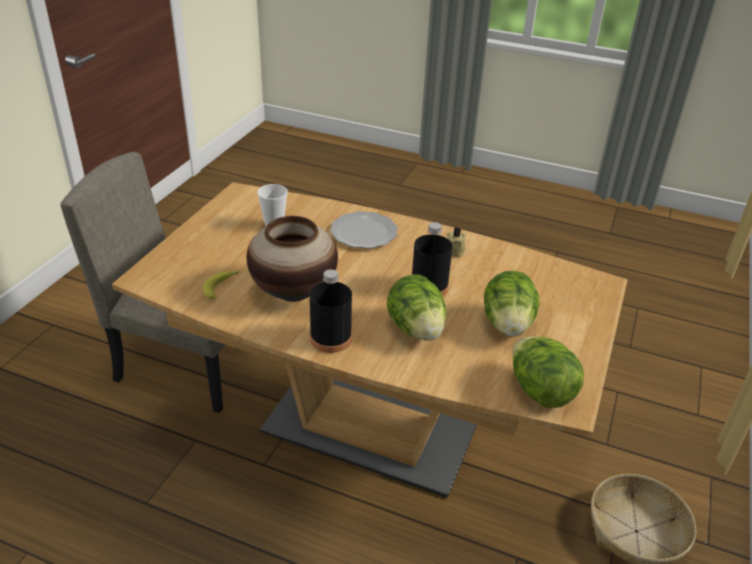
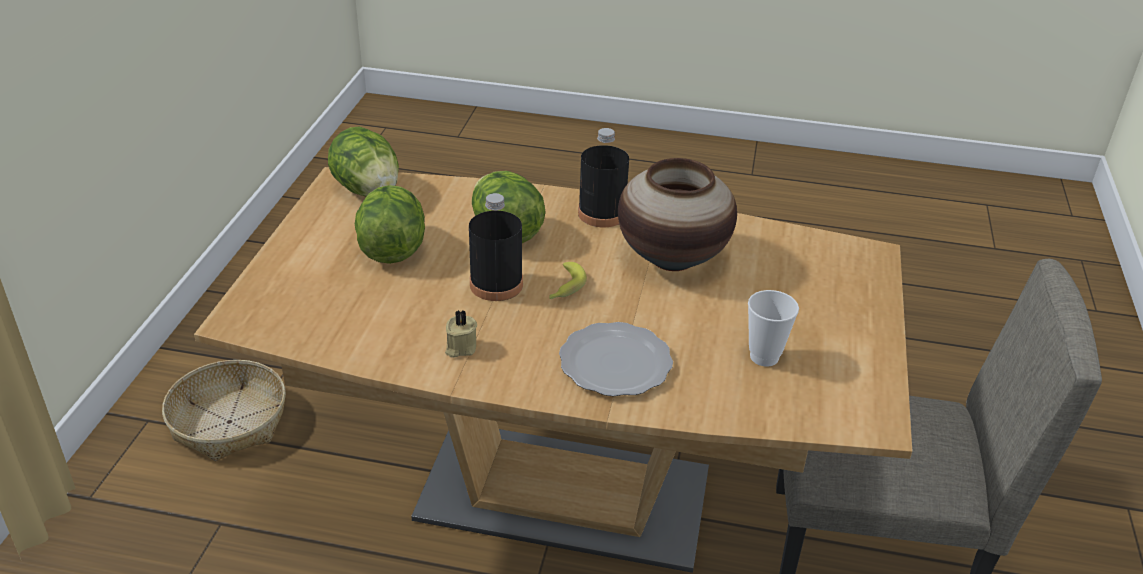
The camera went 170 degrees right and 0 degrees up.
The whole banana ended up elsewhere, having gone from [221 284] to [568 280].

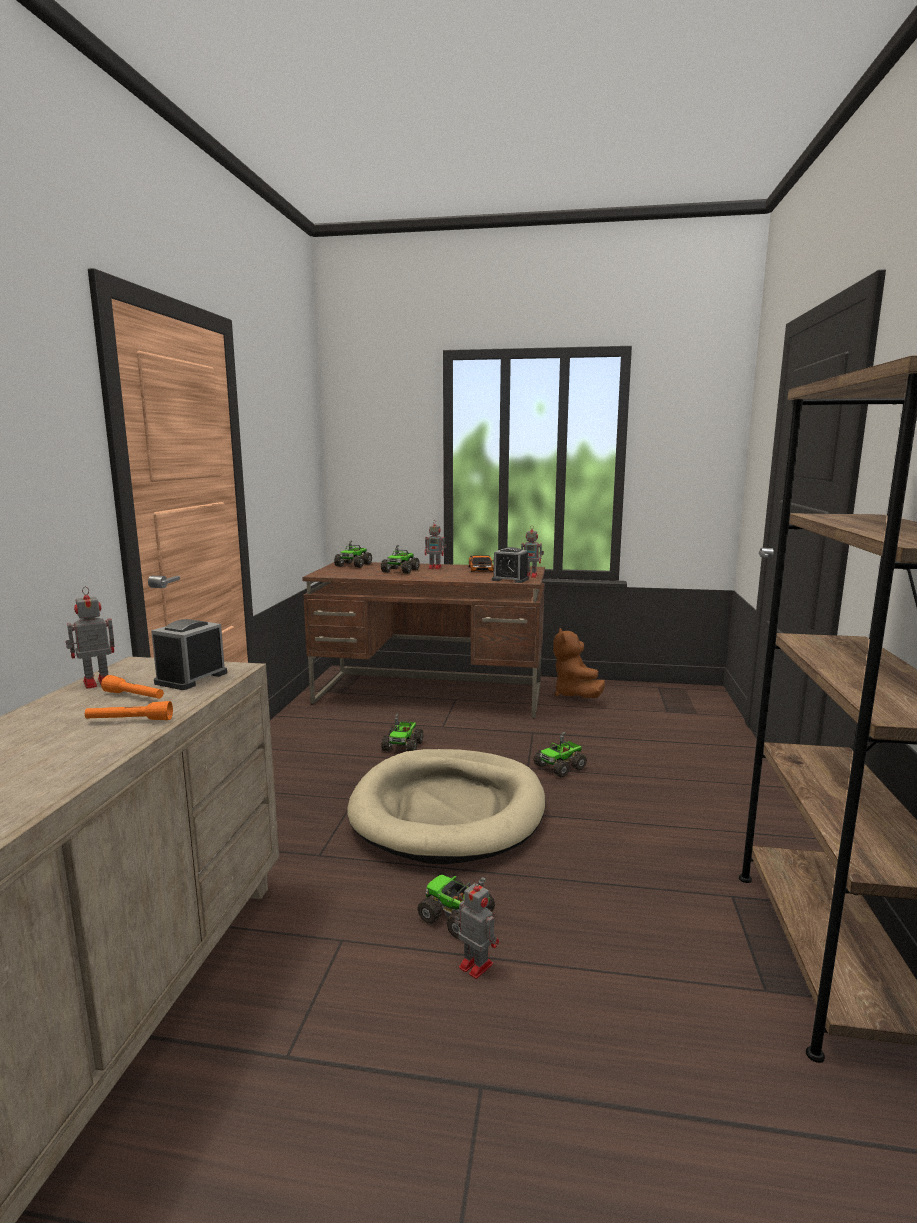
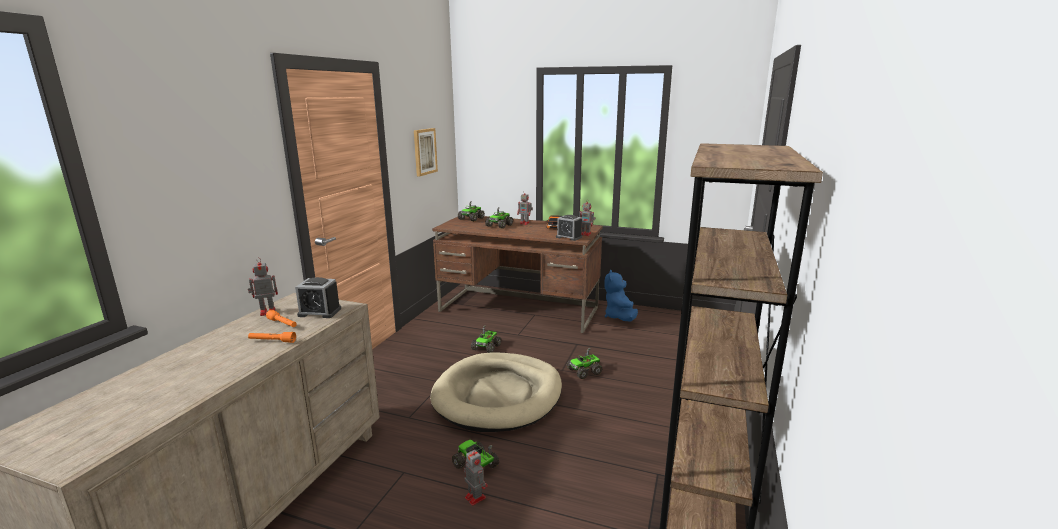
The camera went 10 degrees right and 5 degrees up.
The table clock at [189 654] ended up facing another way, 120 degrees counterclockwise from before.
The second view gained the picture at [426 152].
What was the soft toy in brown at [579 663] turned into the soft toy in bluish at [621 295].

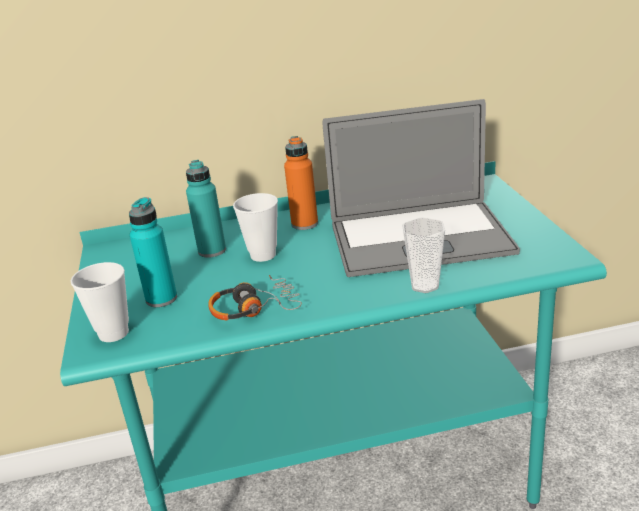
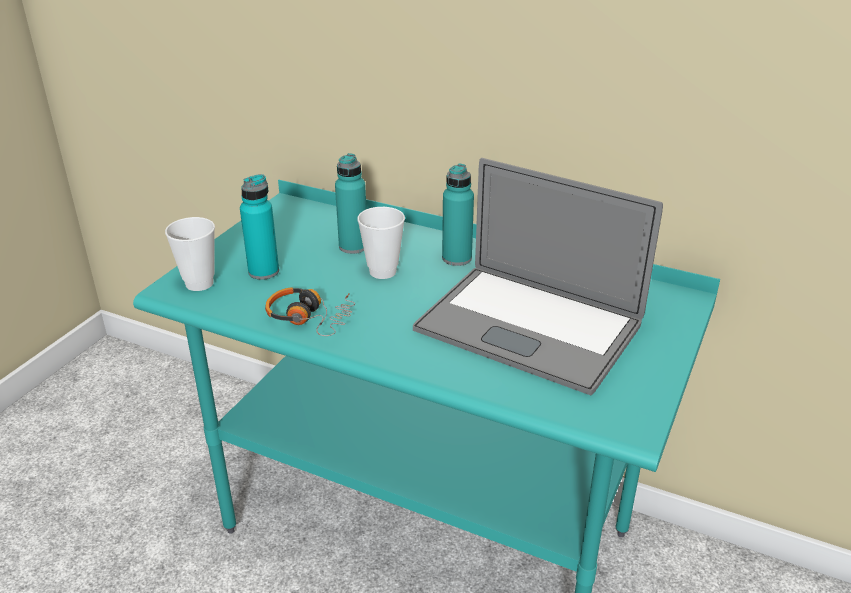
The camera went 35 degrees right and 5 degrees up.
What was the beverage bottle in orange-coloured at [301 183] turned into the beverage bottle in blue-green at [458 215].
The second view lost the small cup at [423 255].

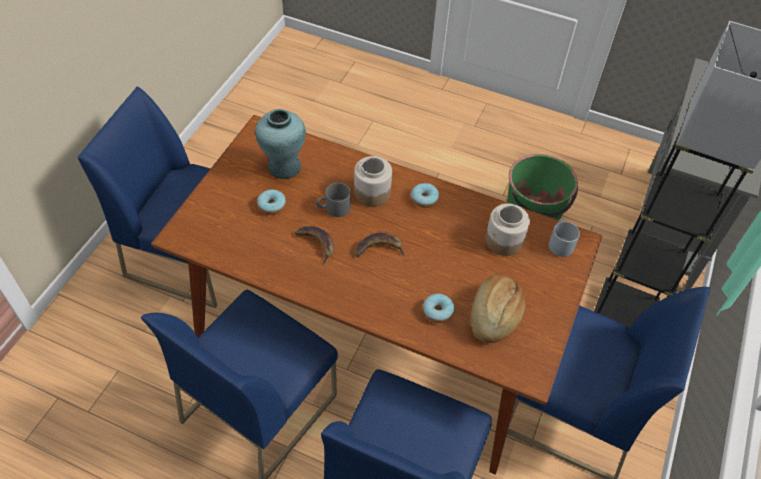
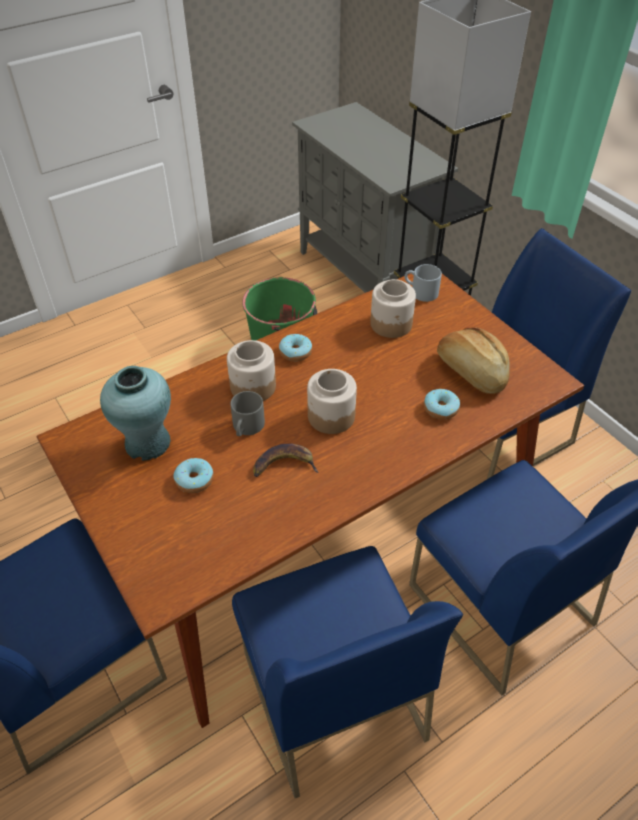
The camera went 55 degrees left and 5 degrees down.
Where the whole banana stood at [380 245], the jar came to stand at [332 401].

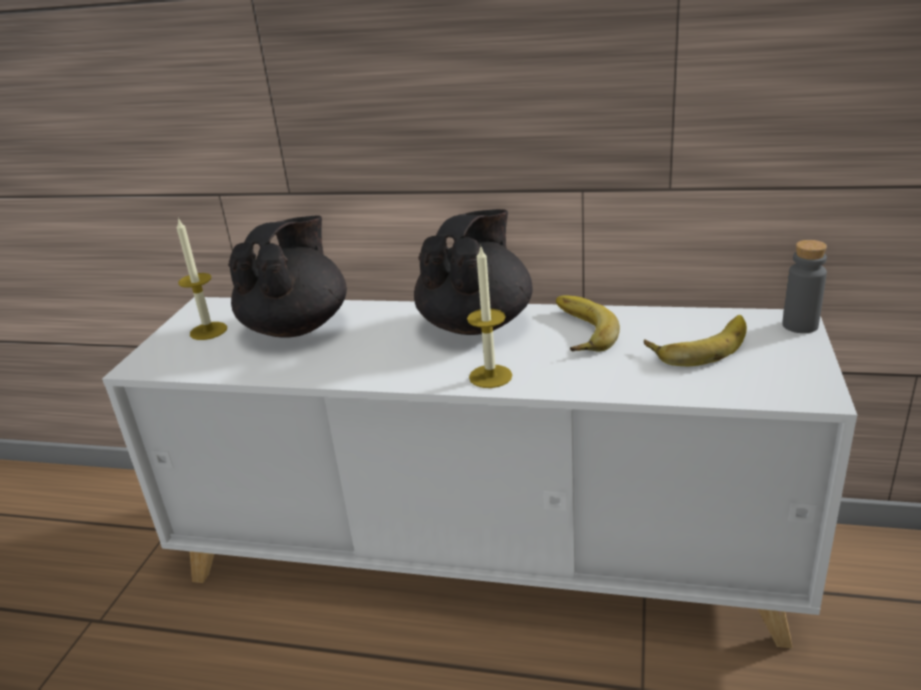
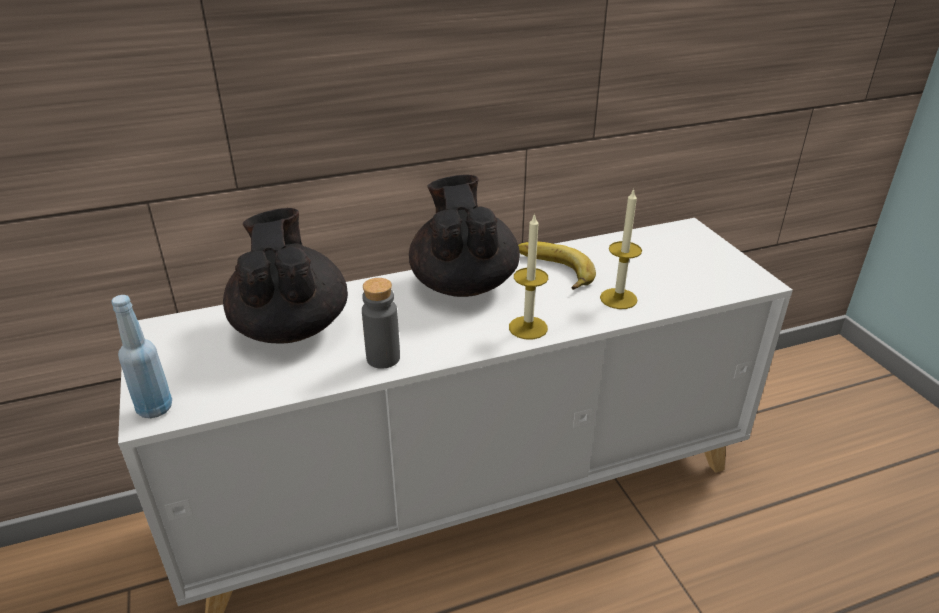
The camera went 35 degrees left and 5 degrees up.
The second view gained the beverage bottle in bluish at [141 356].
The beverage bottle in grey ended up elsewhere, having gone from [804 286] to [381 323].
The wax candle ended up elsewhere, having gone from [202 278] to [621 248].
The second view lost the whole banana at [695 340].

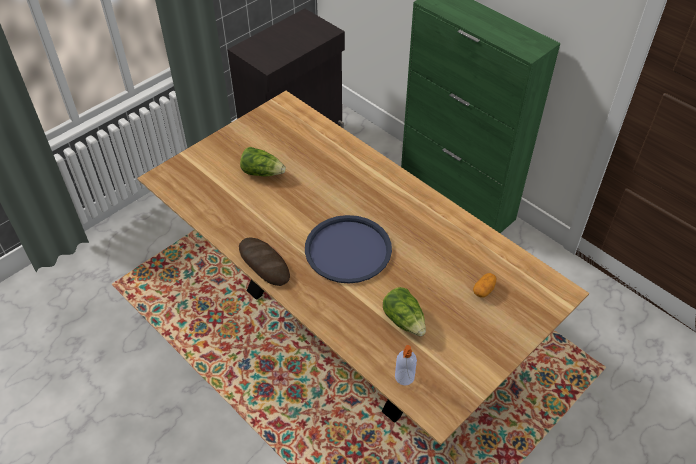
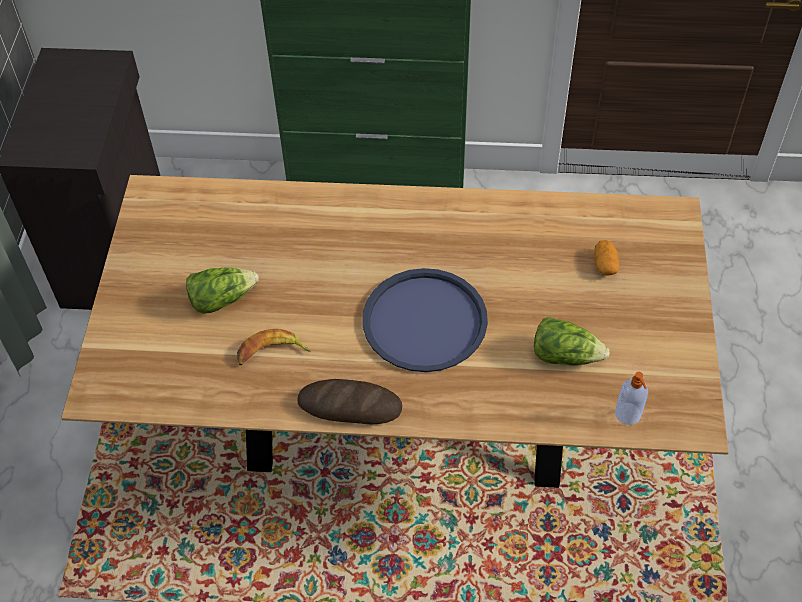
The camera went 40 degrees left and 5 degrees up.
The second view gained the whole banana at [274 347].

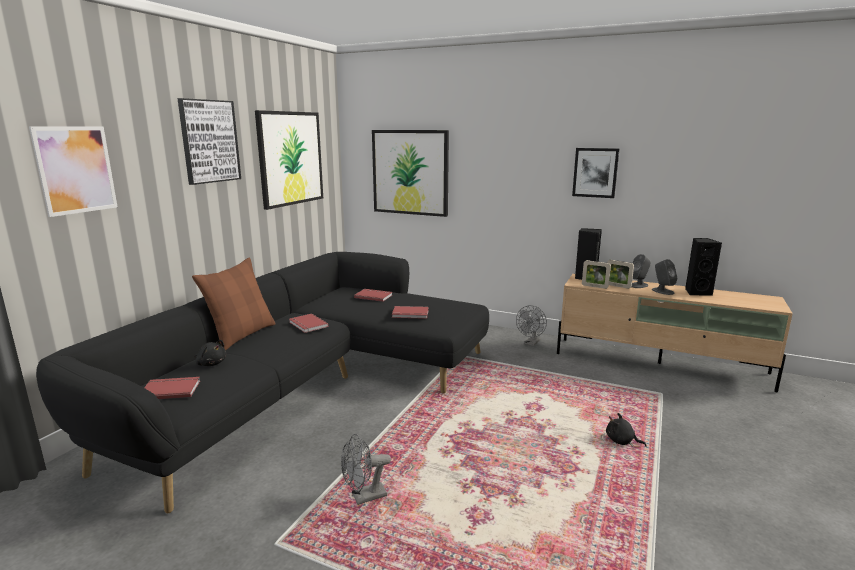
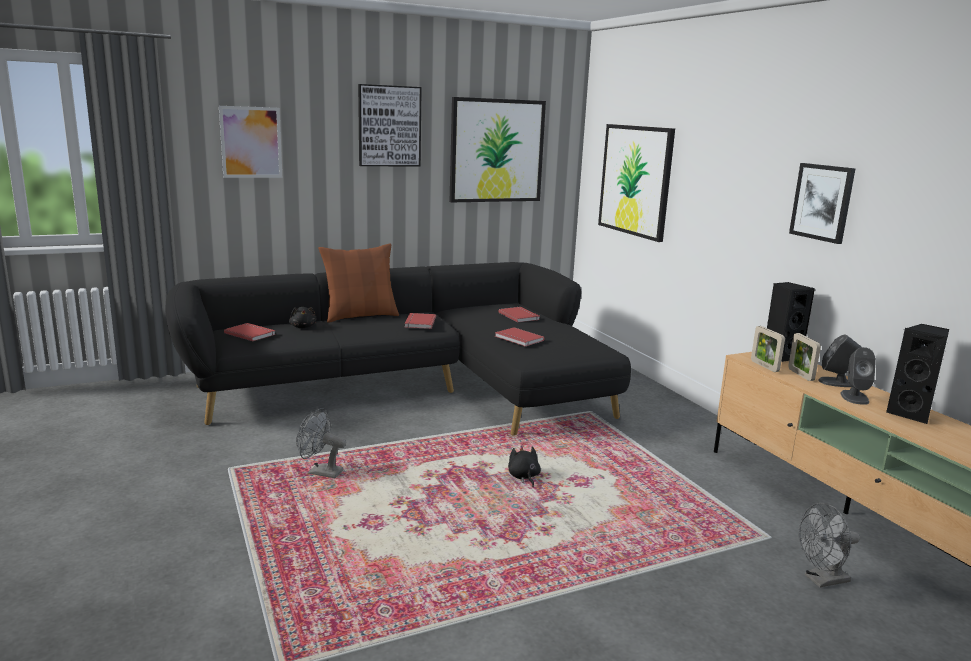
The camera went 40 degrees right and 0 degrees up.
The soft toy in black ended up elsewhere, having gone from [626 430] to [524 466].
The electric fan in grey ended up elsewhere, having gone from [531 325] to [829 545].

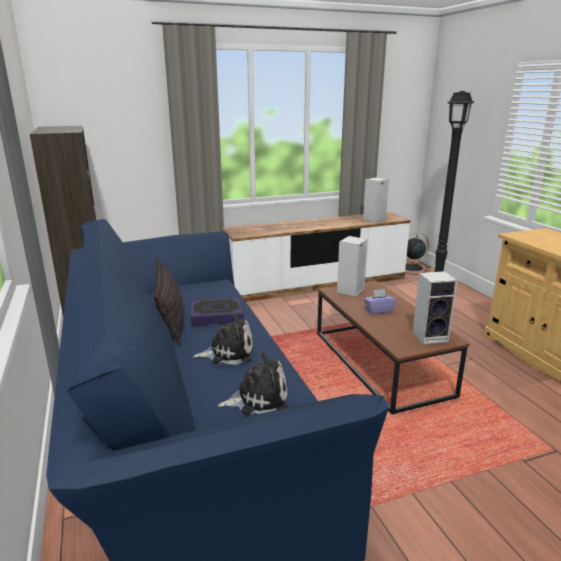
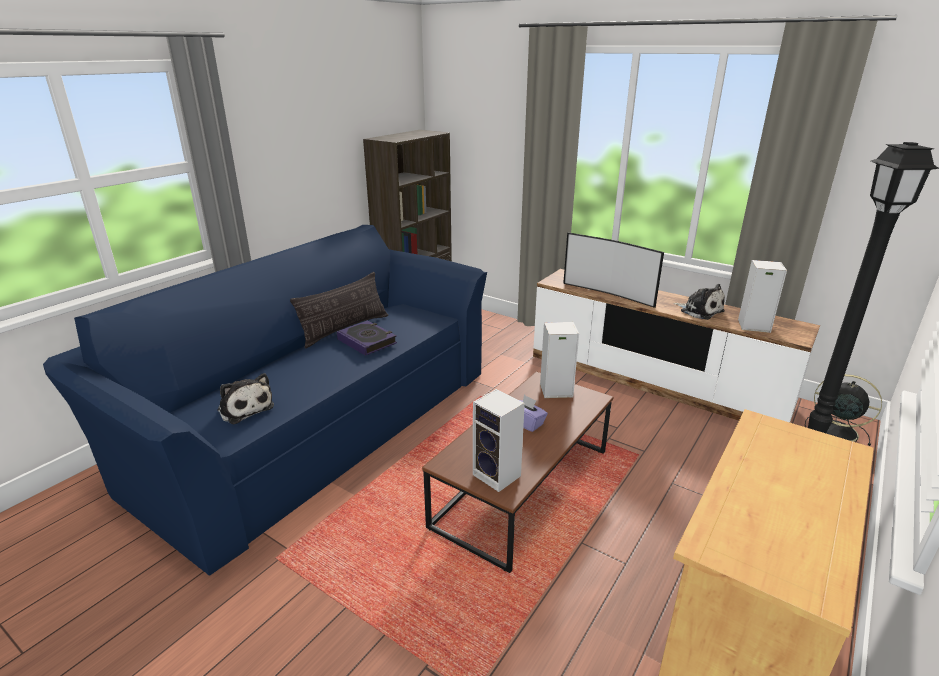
The camera went 55 degrees right and 5 degrees up.
The second view gained the TV at [613 270].
The soft toy ended up elsewhere, having gone from [223 339] to [699 302].

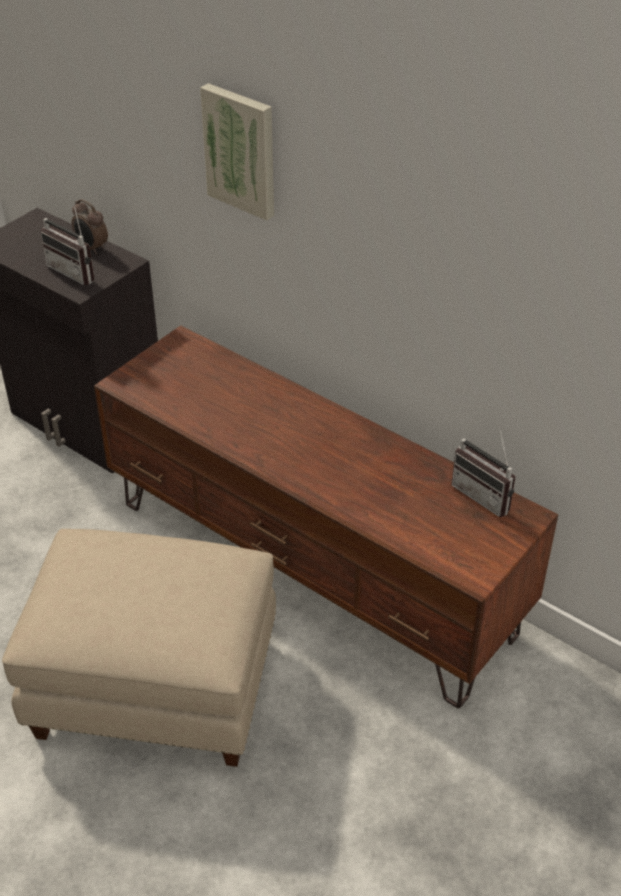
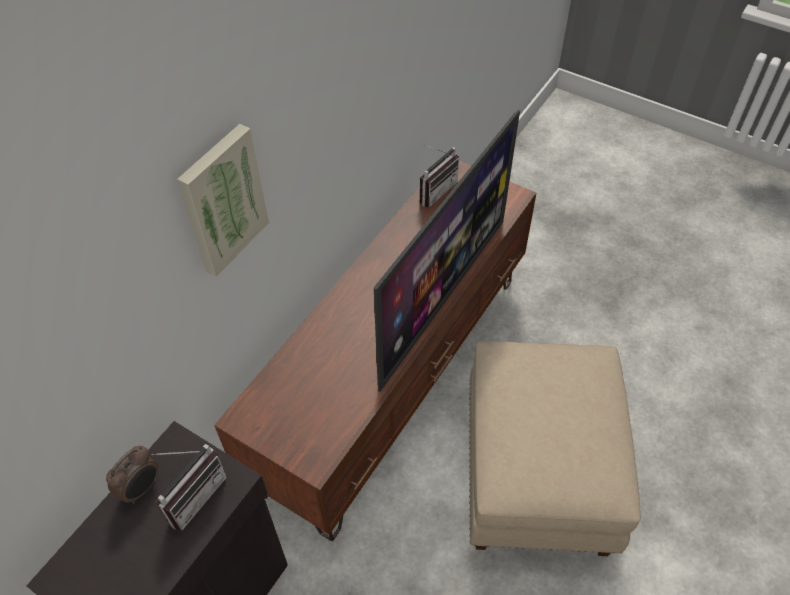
The camera went 95 degrees left and 10 degrees up.
The second view gained the TV at [447 251].

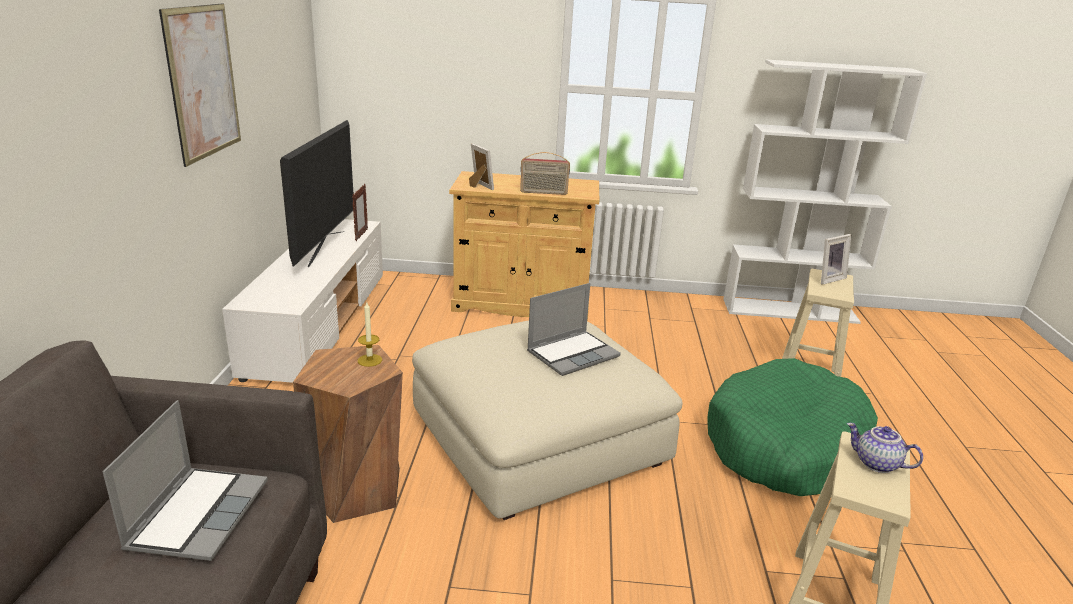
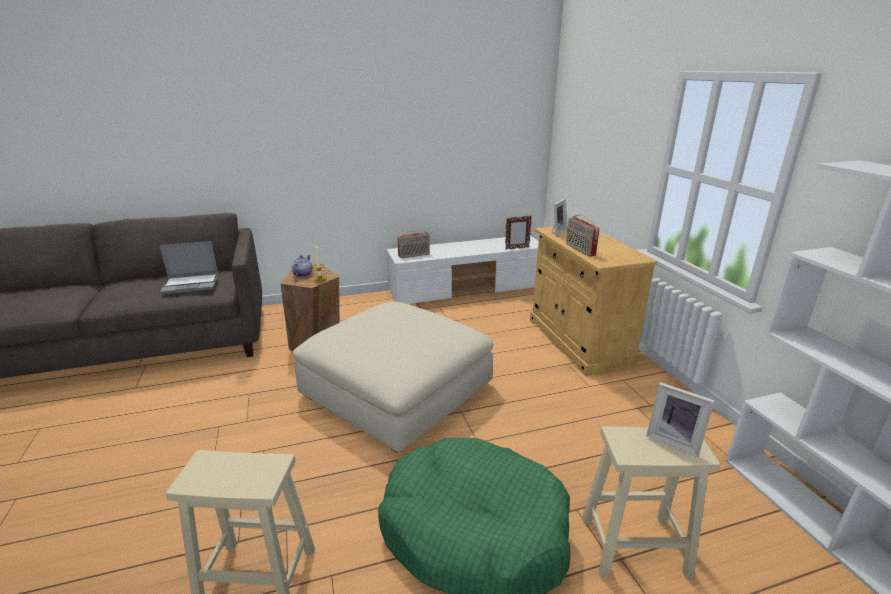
The camera went 70 degrees right and 0 degrees up.
The teapot ended up elsewhere, having gone from [885 448] to [302 266].
The second view gained the radio at [413 243].
The second view lost the picture at [200 85].
The second view lost the TV at [316 193].
The second view lost the laptop at [574 329].

